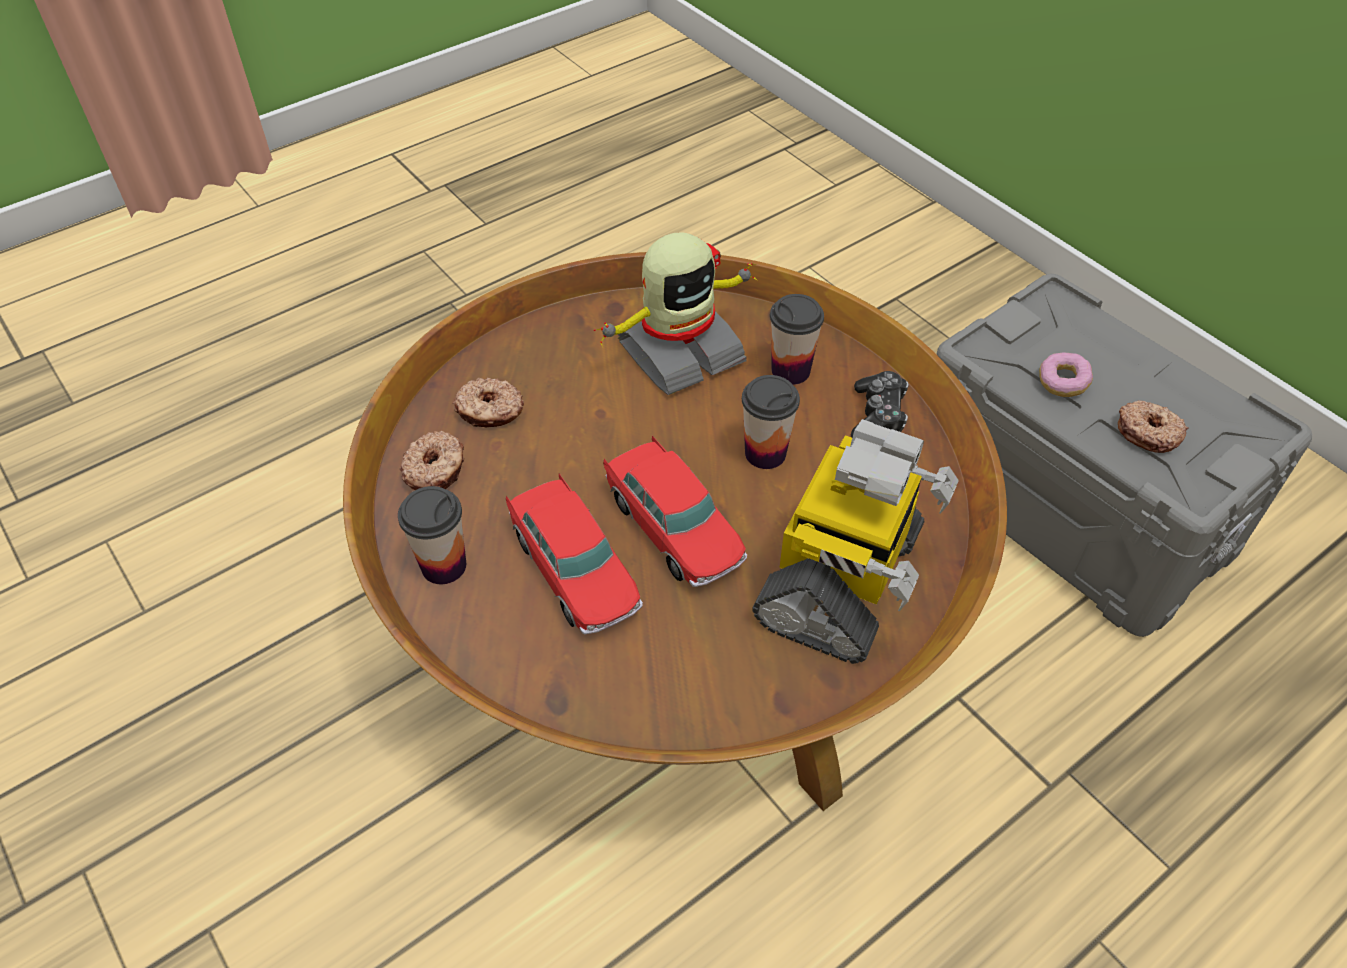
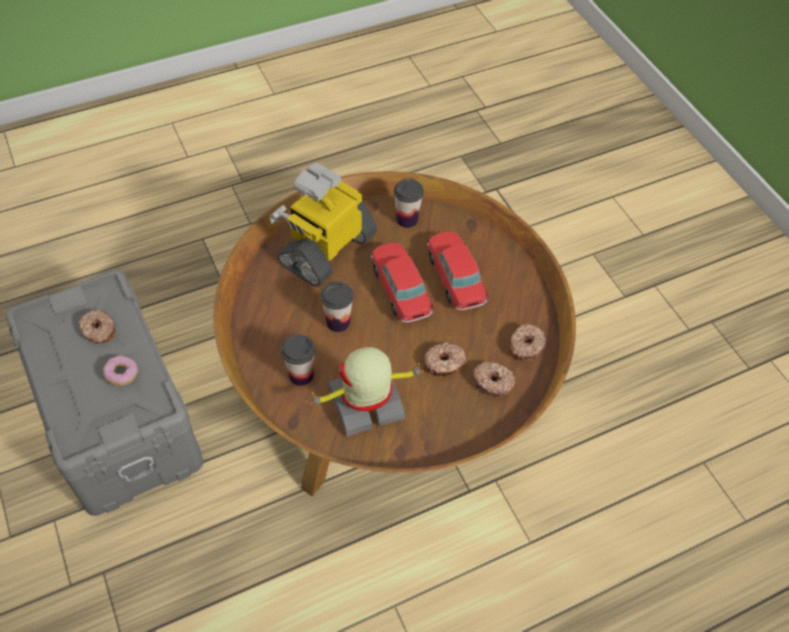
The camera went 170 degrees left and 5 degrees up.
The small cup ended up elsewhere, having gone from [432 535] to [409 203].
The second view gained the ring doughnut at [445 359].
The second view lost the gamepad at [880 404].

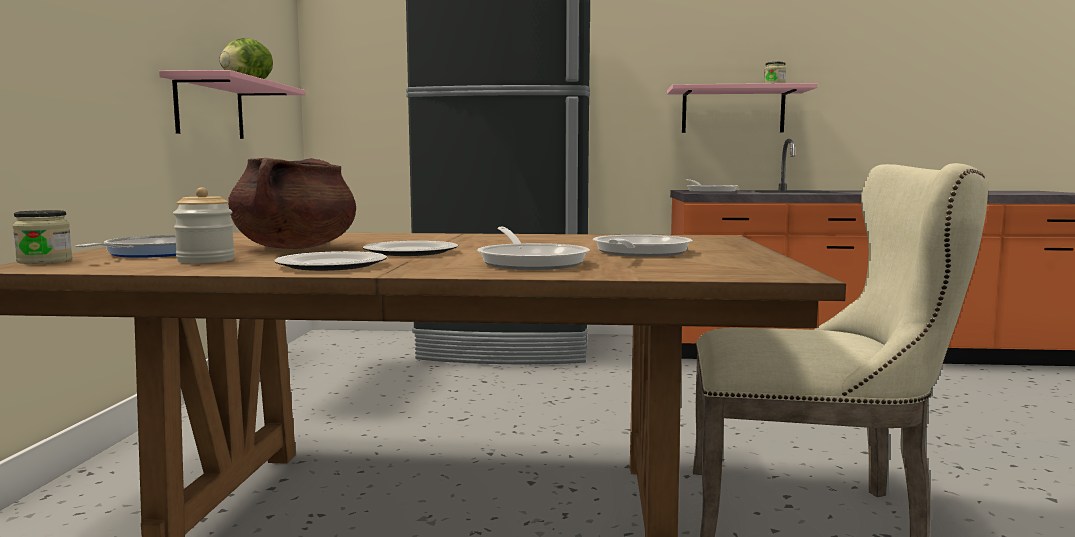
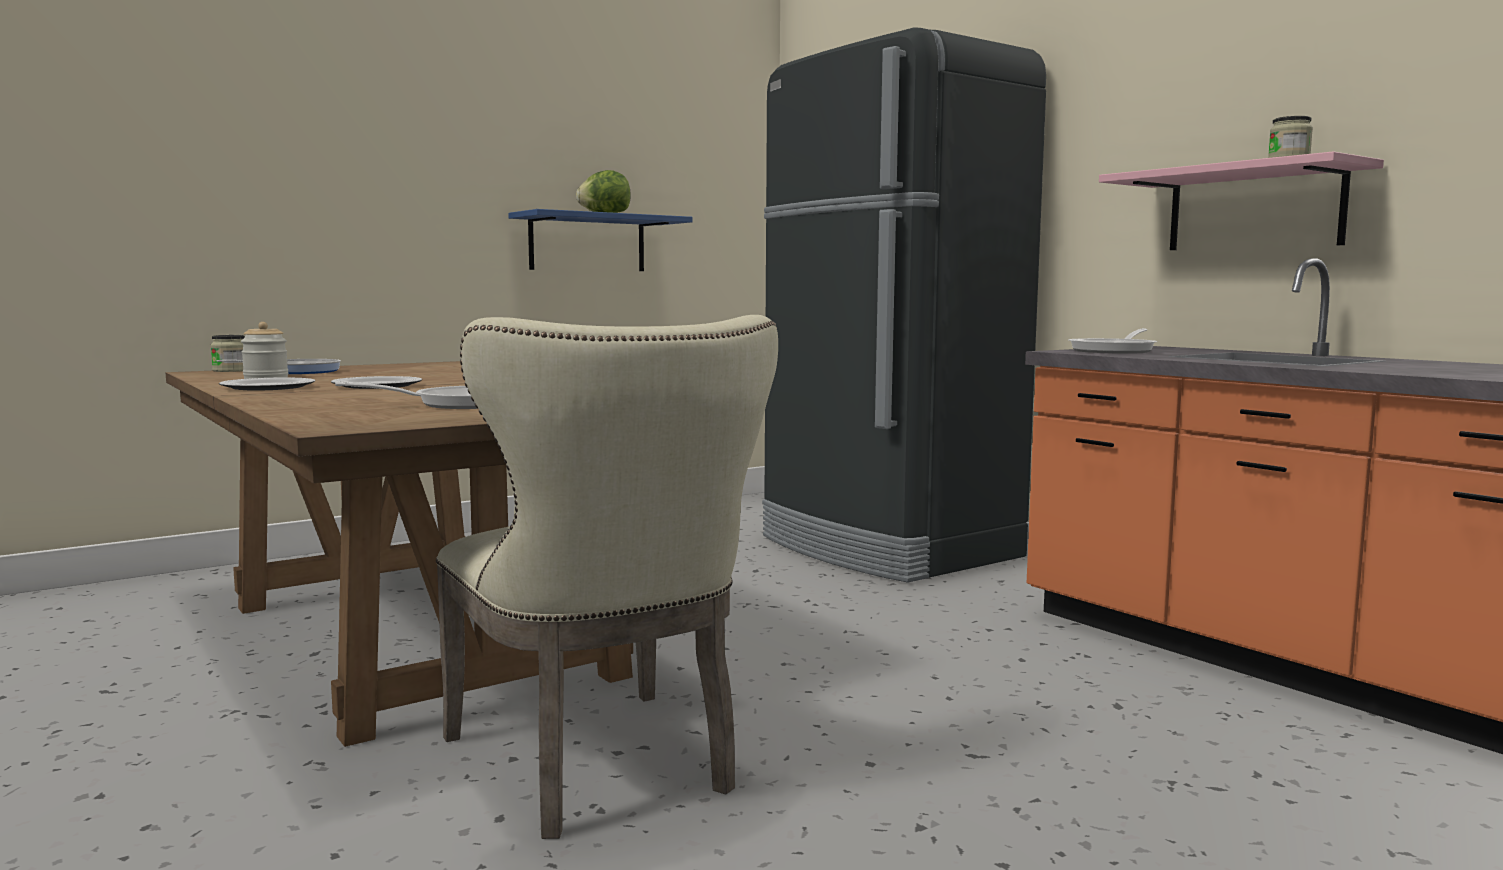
The camera went 50 degrees right and 0 degrees up.
What was the shelf in pinkish at [232 104] turned into the shelf in bluish at [600 240].
The second view lost the cooking pot in brown at [292 203].
The second view lost the frying pan at [533 248].

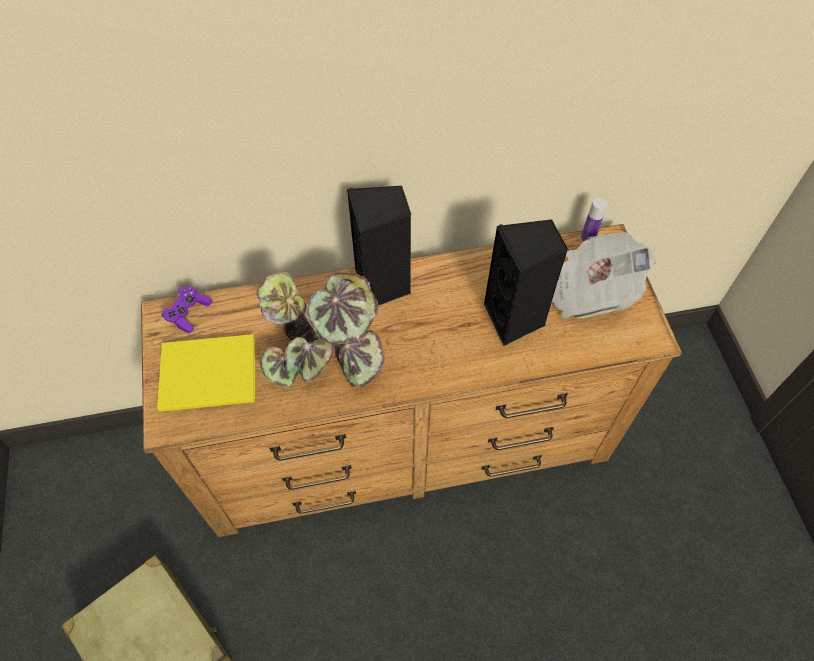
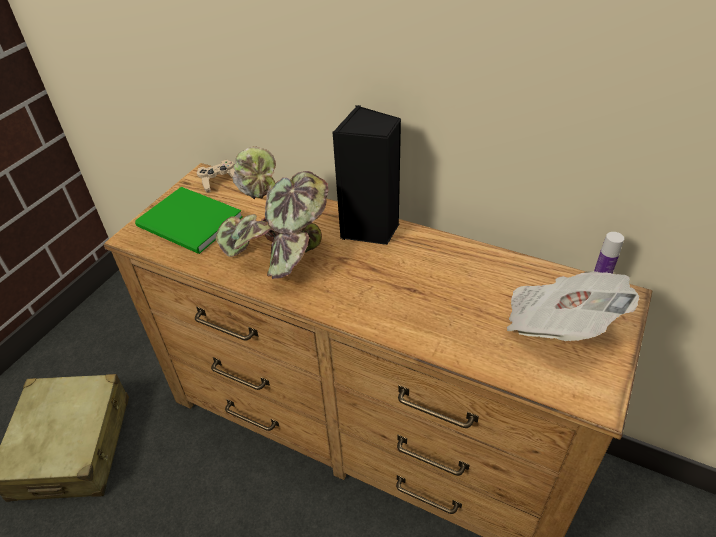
The camera went 40 degrees right and 15 degrees down.
What was the volume in yellow-coloured at [206 373] turned into the volume in green-coloured at [189 220].
What was the gamepad in purplish at [186 310] turned into the gamepad in beige at [216 176].
The second view lost the speaker in black at [526 282].

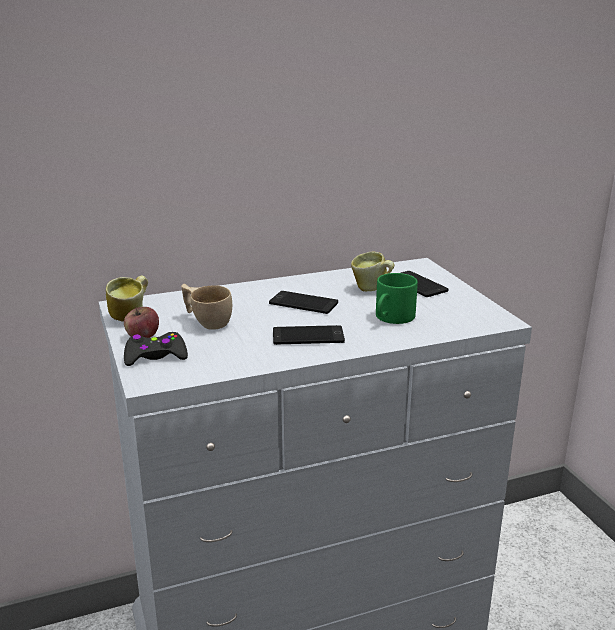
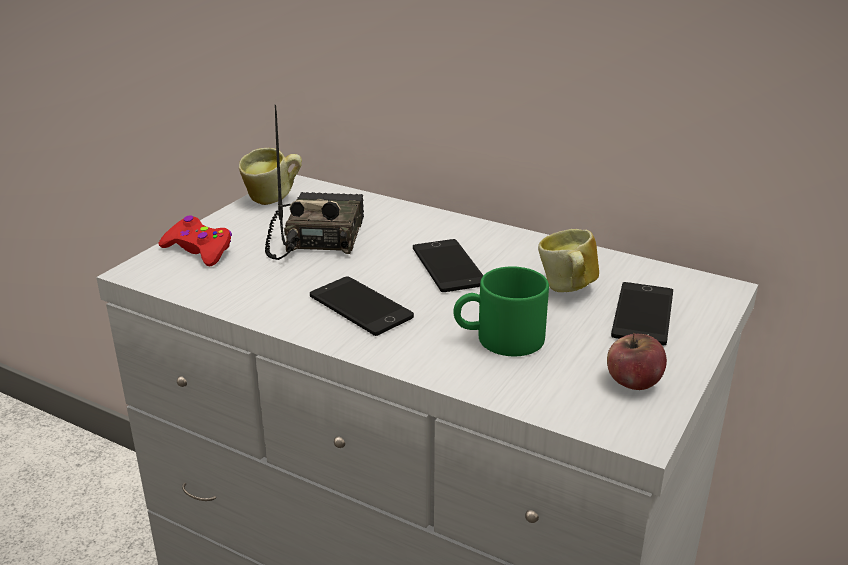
The camera went 50 degrees right and 5 degrees up.
What was the gamepad in black at [156 349] turned into the gamepad in red-coloured at [195 240].
Where the small cup in beige stood at [206 307], the radio came to stand at [314 182].
The apple fruit ended up elsewhere, having gone from [141 322] to [637 361].

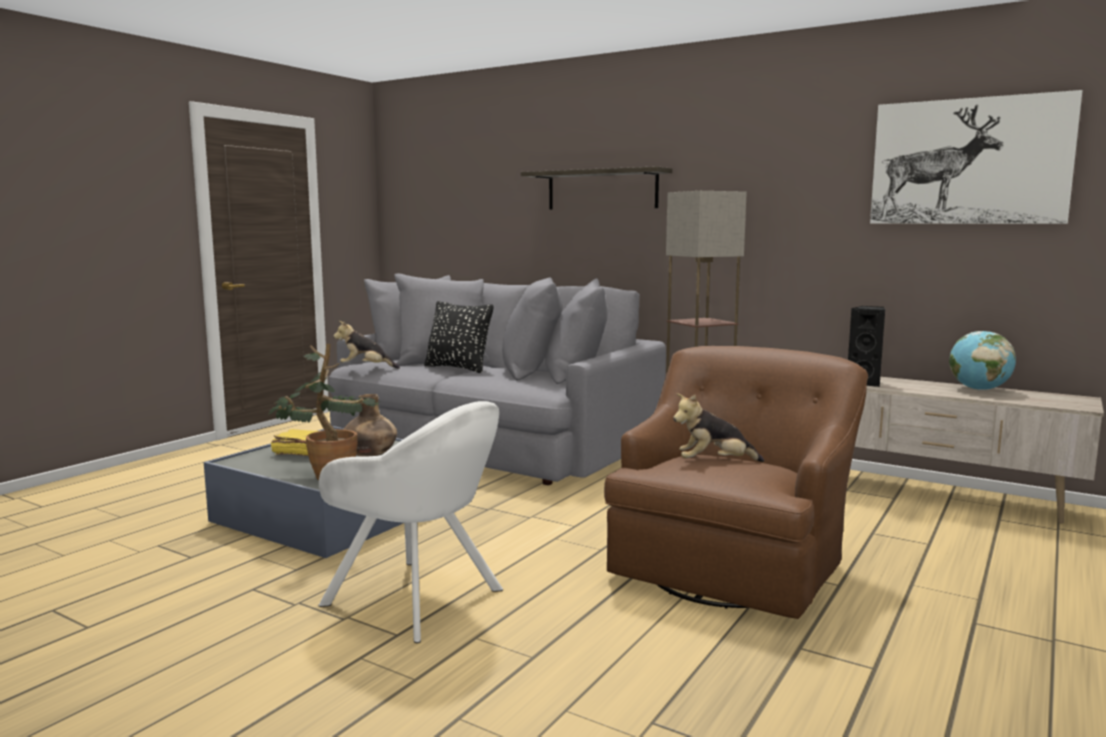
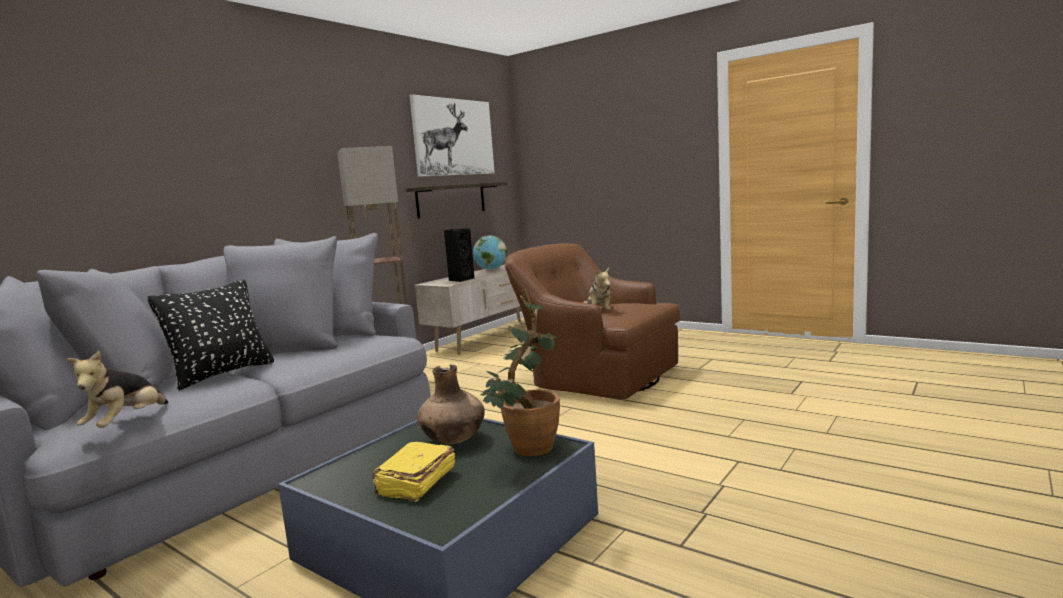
The camera went 85 degrees left and 0 degrees up.
The shelf ended up elsewhere, having gone from [596 187] to [456 200].
The second view lost the armchair in white at [410 522].

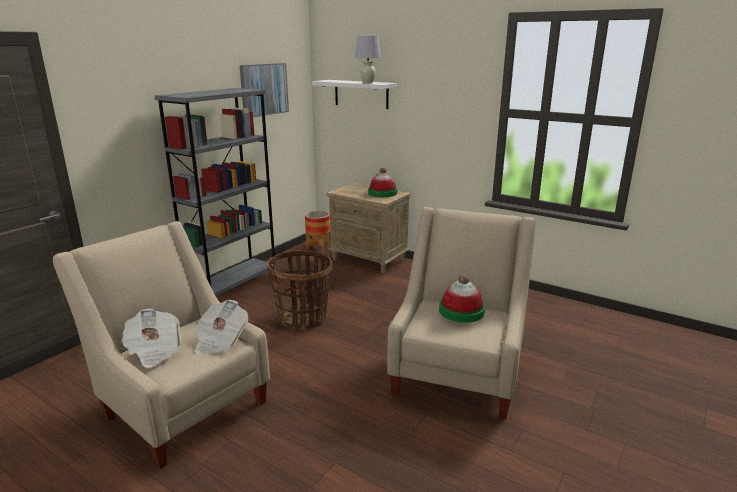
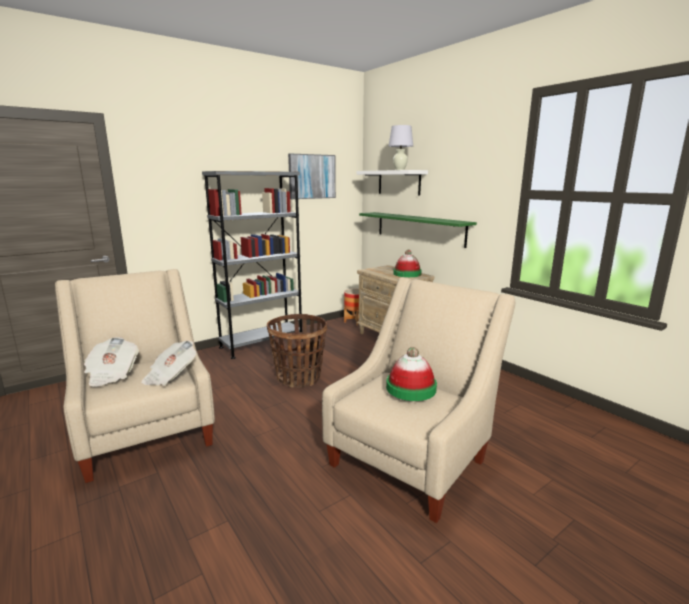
The camera went 20 degrees right and 5 degrees down.
The second view gained the shelf in green-coloured at [418 230].

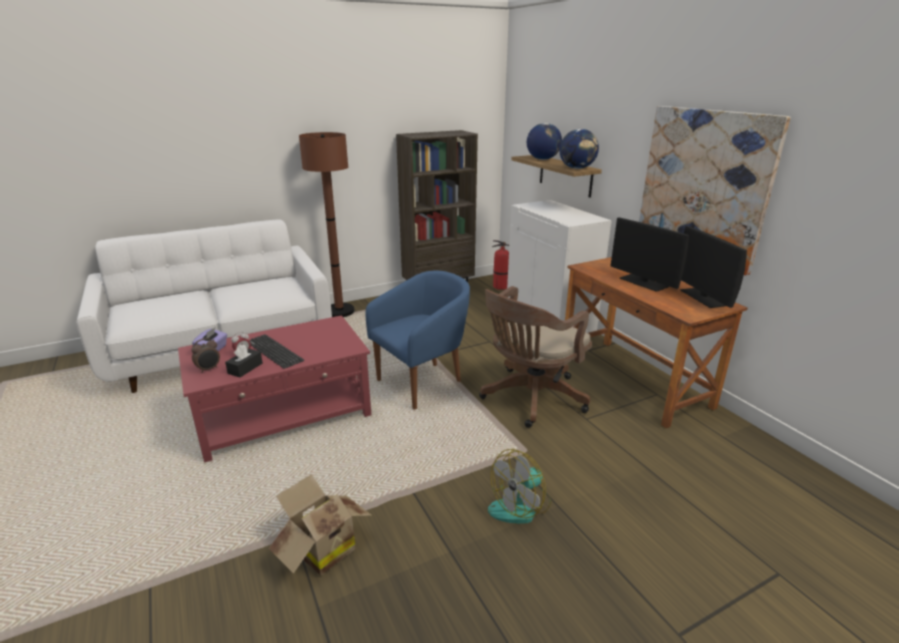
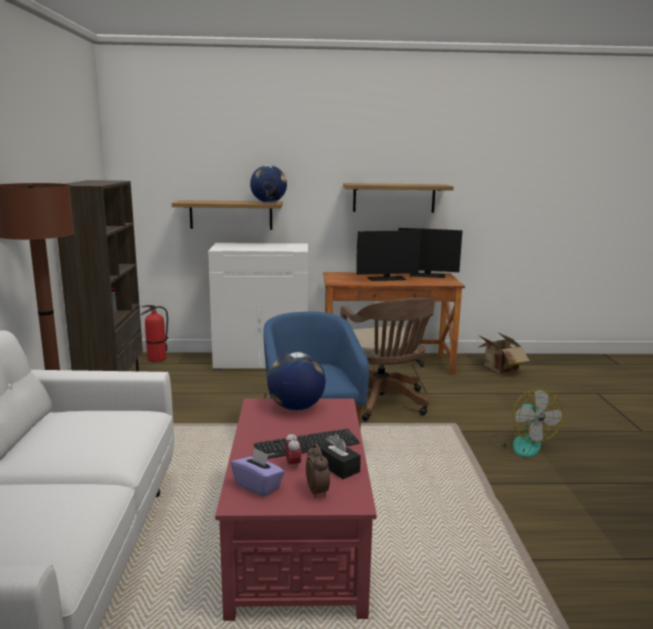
The camera went 65 degrees left and 10 degrees down.
The world globe ended up elsewhere, having gone from [544 141] to [297 381].
Where the picture hung at [714 190], the shelf came to hang at [398 198].
The packing box ended up elsewhere, having gone from [320 525] to [504 353].

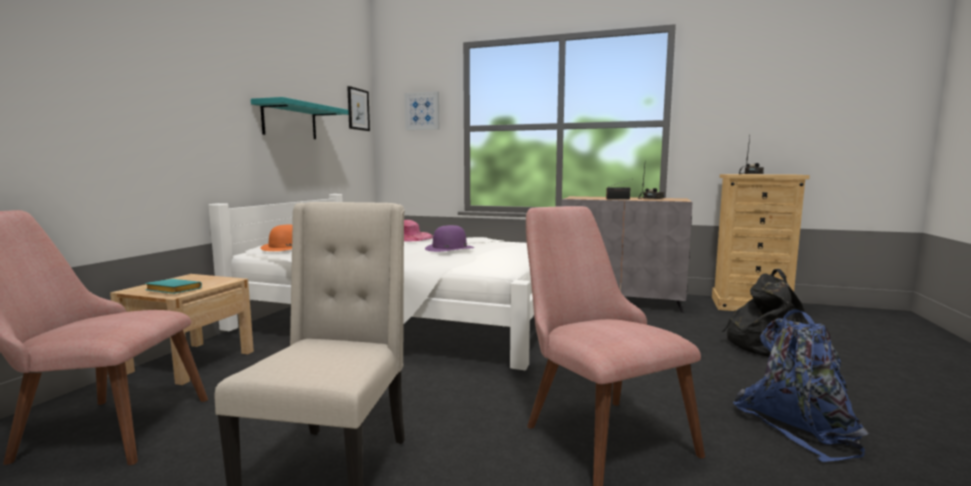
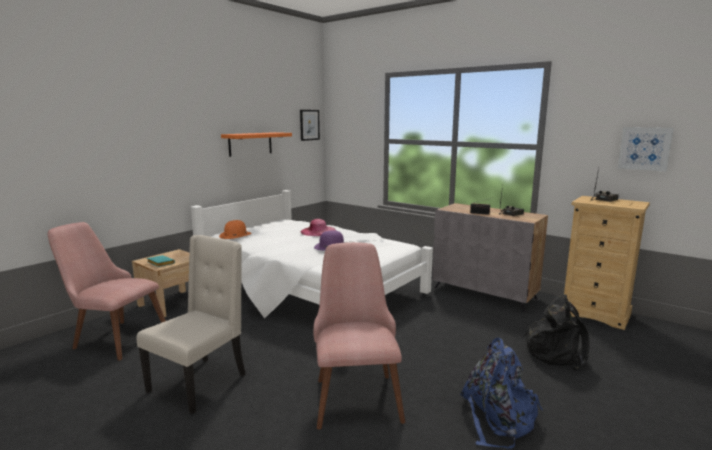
The camera went 20 degrees right and 5 degrees up.
What was the shelf in blue-green at [300 118] turned into the shelf in orange-coloured at [256 144].
The picture ended up elsewhere, having gone from [422 110] to [646 149].

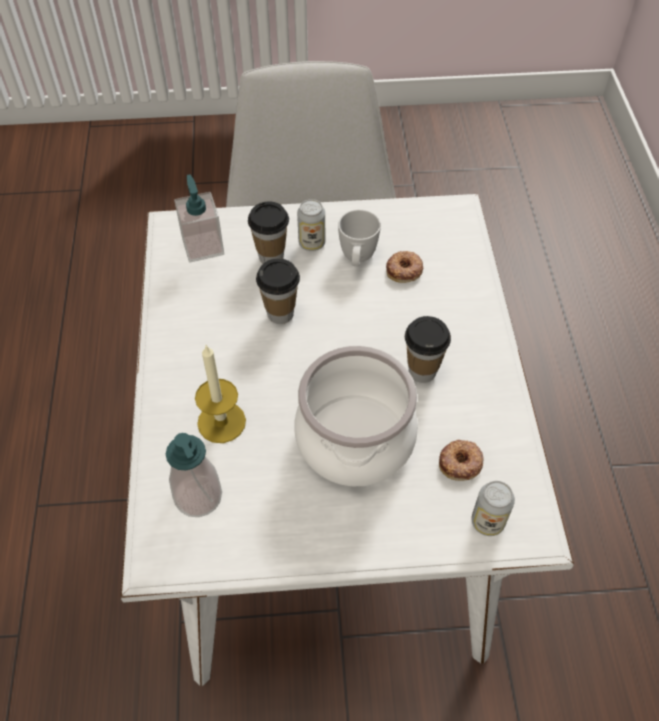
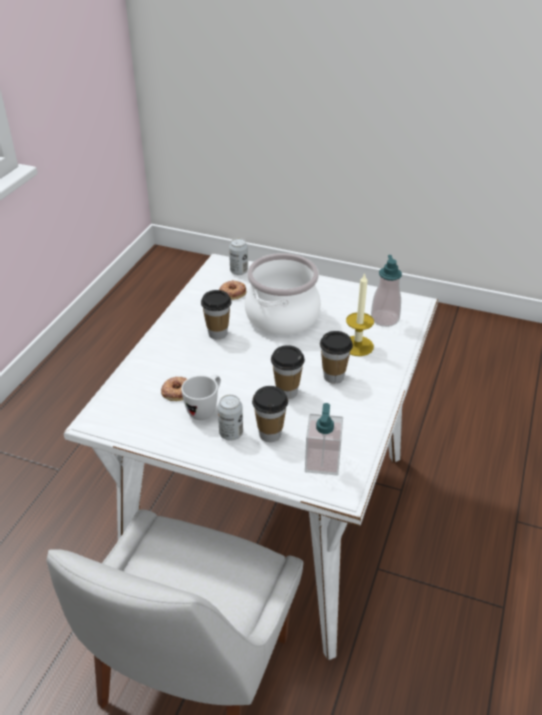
The camera went 155 degrees left and 15 degrees down.
The second view gained the small cup at [336 357].

